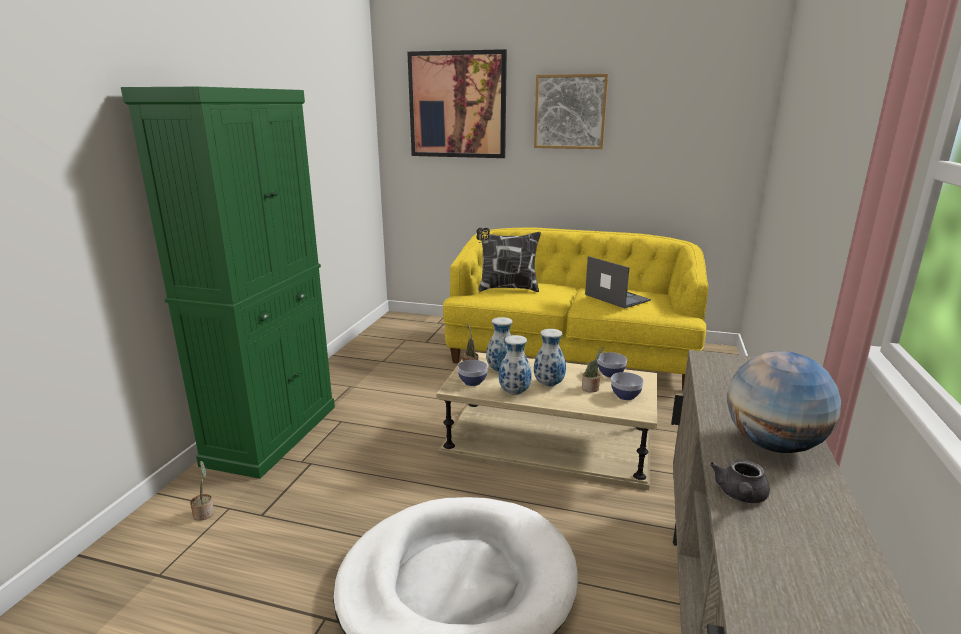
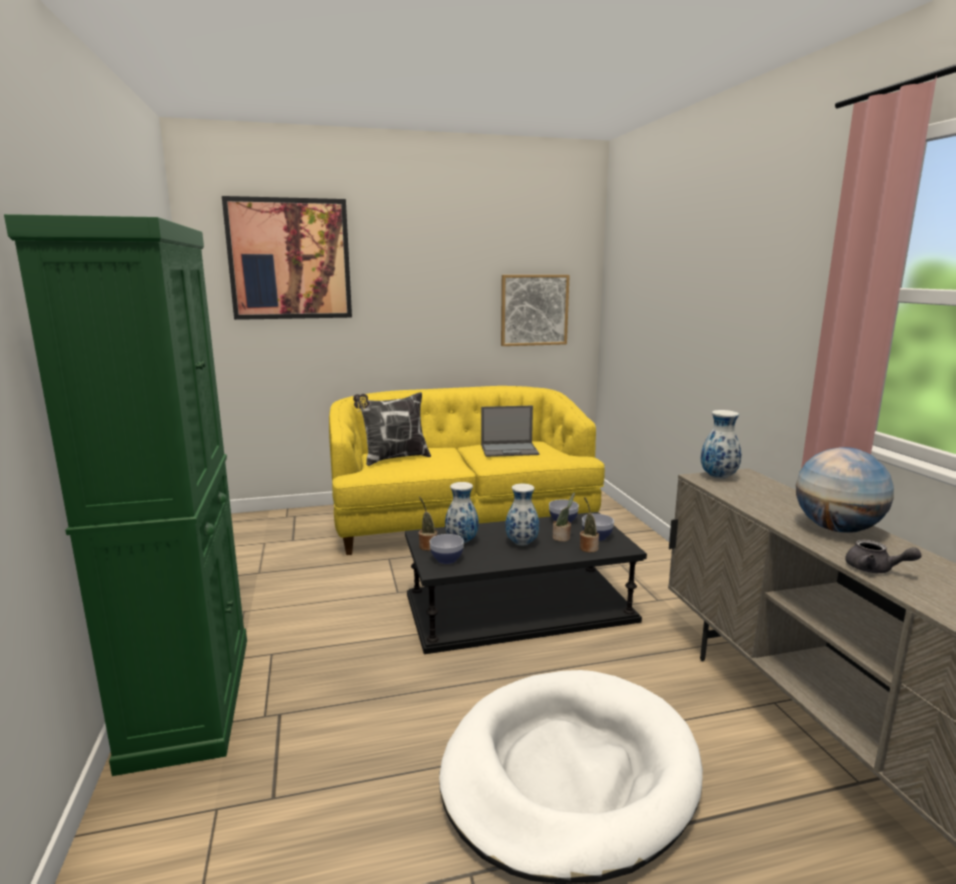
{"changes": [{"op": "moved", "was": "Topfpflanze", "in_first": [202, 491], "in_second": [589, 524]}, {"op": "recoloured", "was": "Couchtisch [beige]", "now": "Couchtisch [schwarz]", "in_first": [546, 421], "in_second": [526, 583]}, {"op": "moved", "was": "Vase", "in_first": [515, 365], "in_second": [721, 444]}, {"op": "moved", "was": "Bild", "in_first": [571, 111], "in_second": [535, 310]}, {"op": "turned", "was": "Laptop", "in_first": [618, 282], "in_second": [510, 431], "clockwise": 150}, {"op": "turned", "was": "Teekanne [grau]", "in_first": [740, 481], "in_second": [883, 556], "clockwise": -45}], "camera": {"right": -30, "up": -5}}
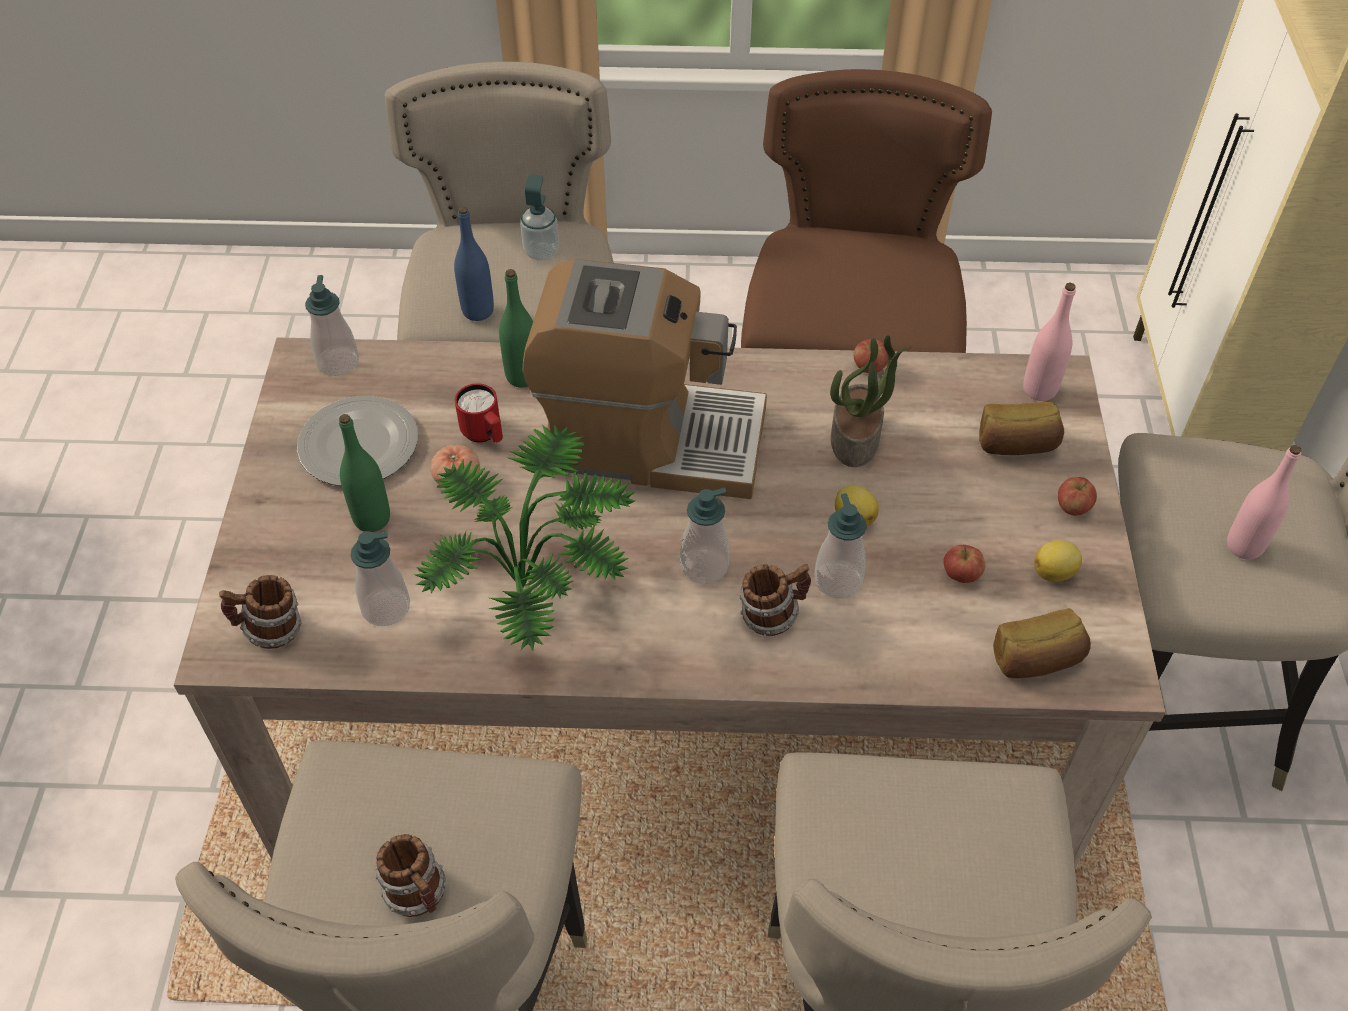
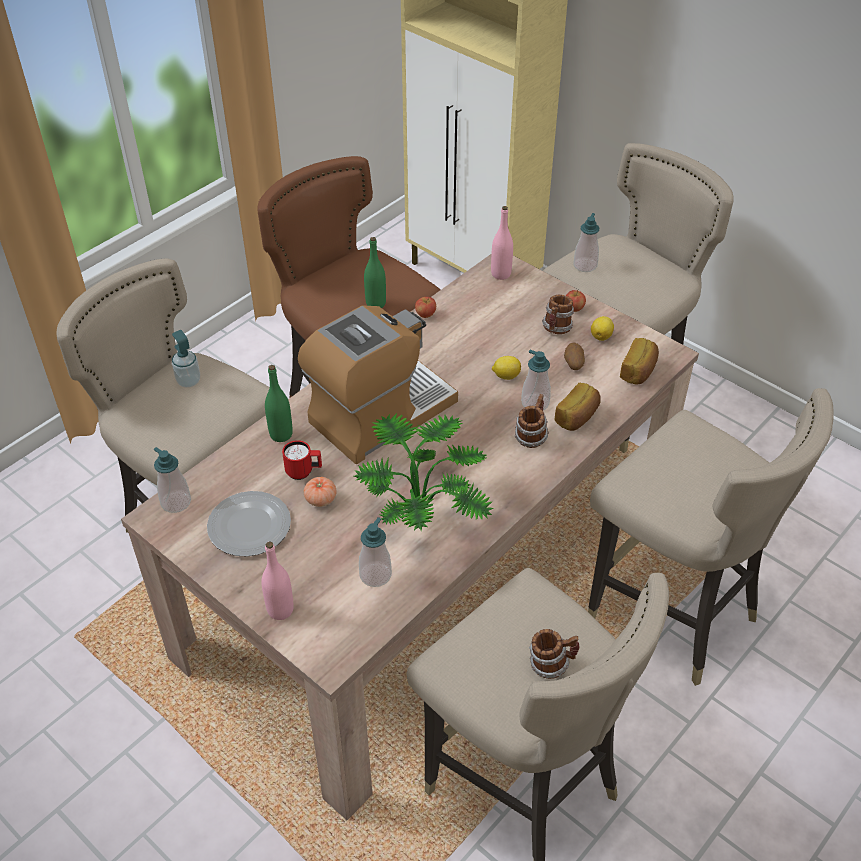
{"changes": [{"op": "moved", "was": "Henkelbecher", "in_first": [260, 612], "in_second": [558, 314]}, {"op": "moved", "was": "Flasche [grün]", "in_first": [364, 473], "in_second": [375, 272]}, {"op": "removed", "was": "Flasche [blau]", "in_first": [474, 264]}, {"op": "moved", "was": "Seifenspender", "in_first": [704, 536], "in_second": [586, 242]}, {"op": "removed", "was": "Topfpflanze", "in_first": [871, 401]}, {"op": "replaced", "was": "Apfel", "now": "Kartoffel", "in_first": [964, 564], "in_second": [574, 356]}, {"op": "moved", "was": "Brot", "in_first": [1021, 428], "in_second": [578, 407]}, {"op": "moved", "was": "Flasche [rosa]", "in_first": [1264, 502], "in_second": [277, 581]}], "camera": {"right": -50, "up": -5}}
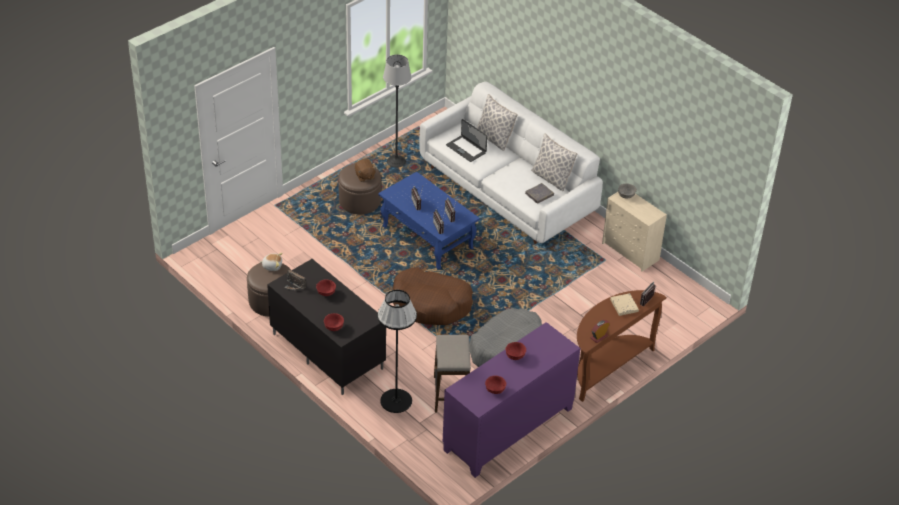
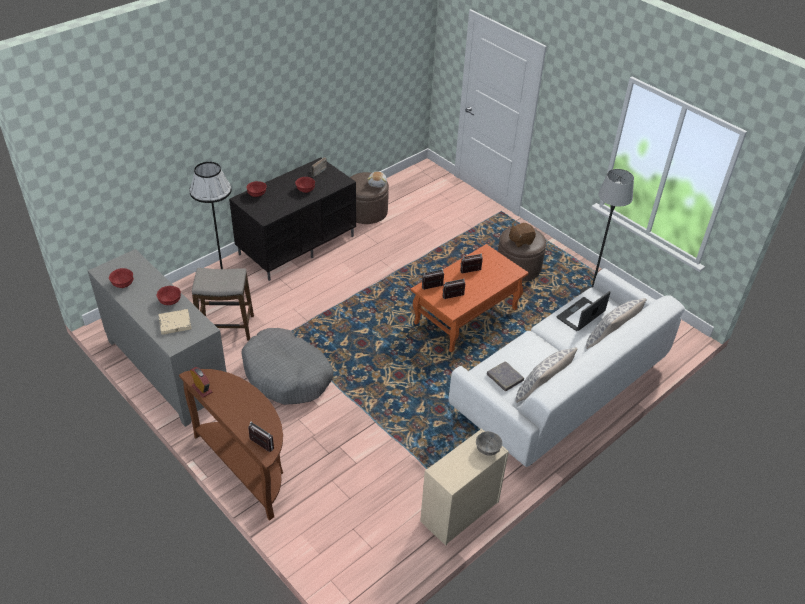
{"changes": [{"op": "recoloured", "was": "Couchtisch [blau]", "now": "Couchtisch [orange]", "in_first": [429, 221], "in_second": [470, 298]}, {"op": "removed", "was": "Hundebett [braun]", "in_first": [433, 296]}, {"op": "recoloured", "was": "Schrank [lila]", "now": "Schrank [grau]", "in_first": [511, 400], "in_second": [157, 338]}, {"op": "moved", "was": "Buch [beige]", "in_first": [624, 304], "in_second": [174, 322]}], "camera": {"right": 90, "up": 0}}
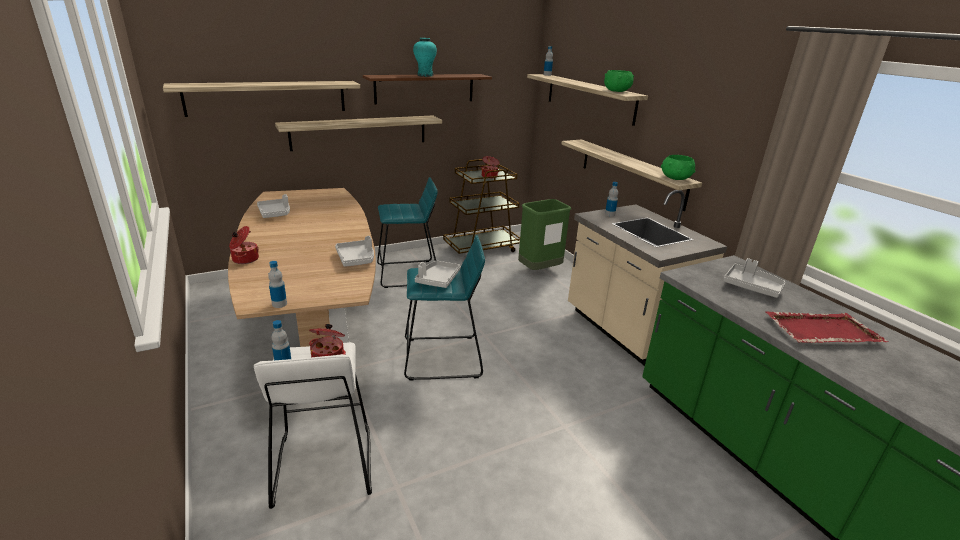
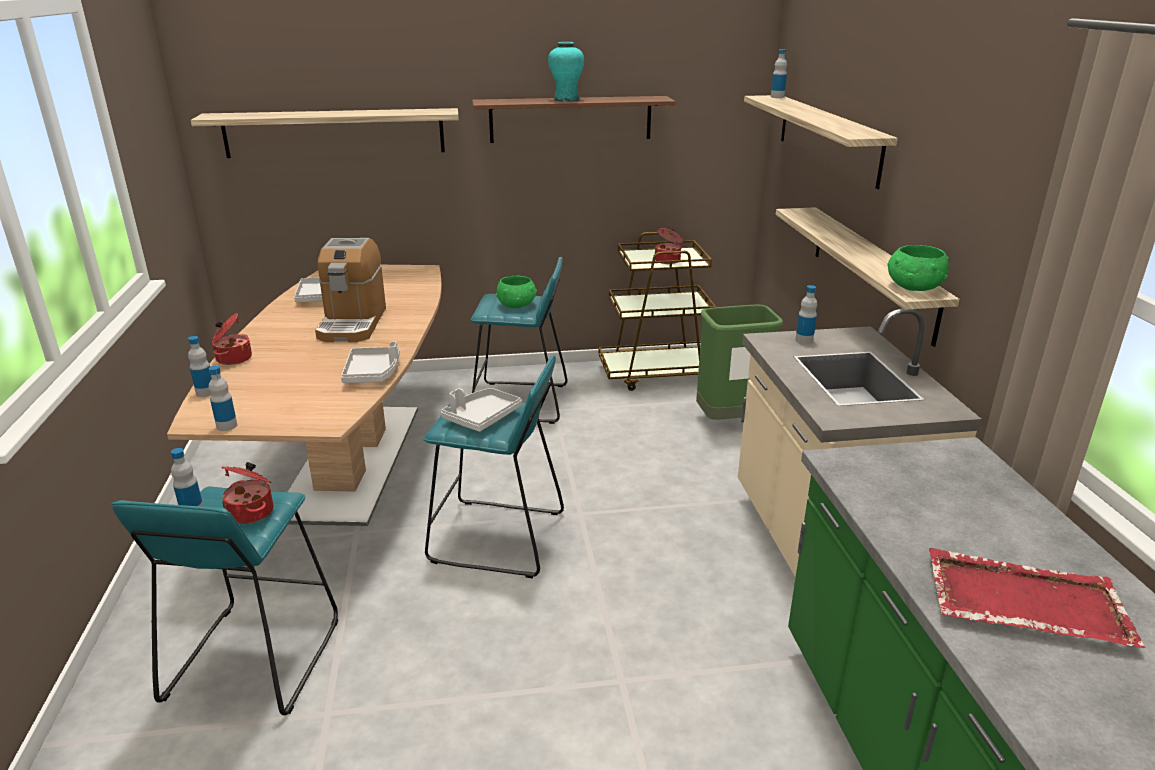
{"changes": [{"op": "recoloured", "was": "Hocker [weiß]", "now": "Hocker [türkis]", "in_first": [313, 425], "in_second": [224, 600]}, {"op": "removed", "was": "Wandregal", "in_first": [358, 133]}, {"op": "moved", "was": "Schüssel [grün]", "in_first": [619, 81], "in_second": [516, 292]}, {"op": "removed", "was": "Tablett [grau]", "in_first": [754, 278]}, {"op": "added", "now": "Flasche", "in_second": [200, 366]}, {"op": "added", "now": "Kaffeemaschine", "in_second": [350, 290]}], "camera": {"right": 20, "up": 0}}
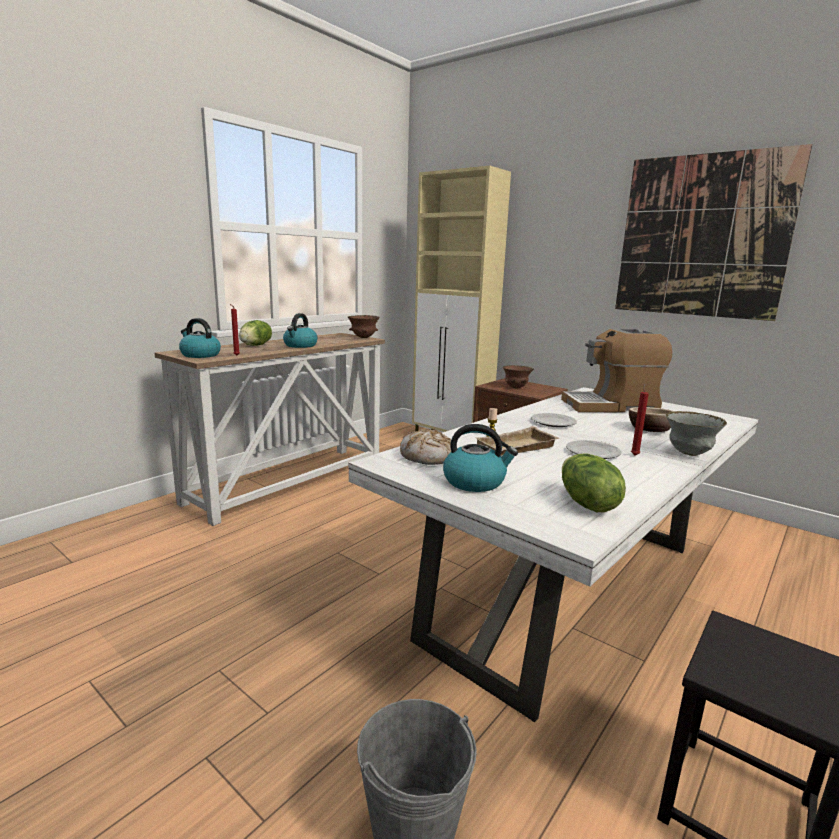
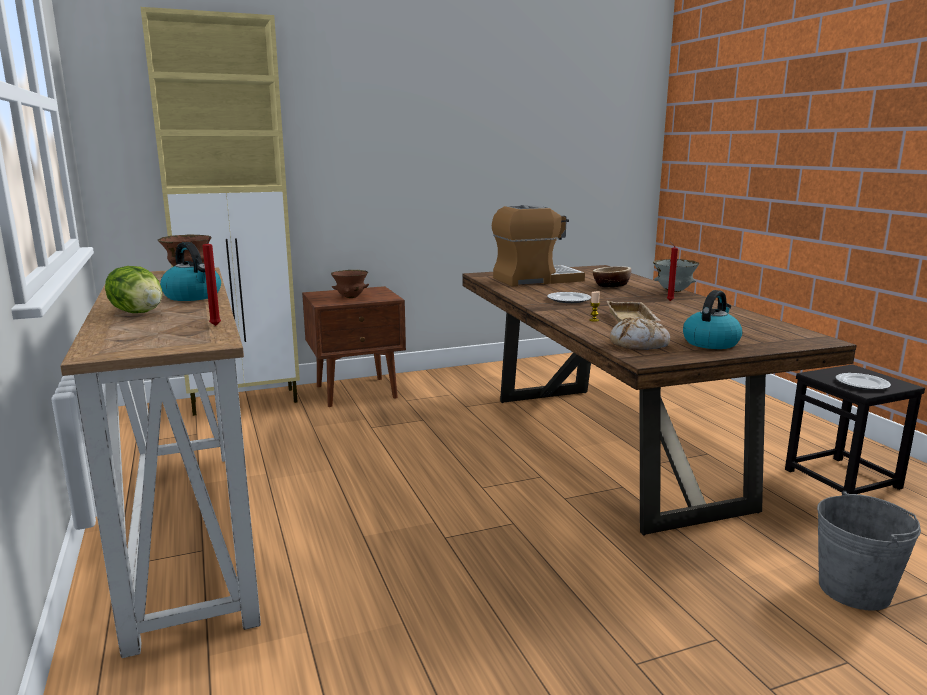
{"changes": [{"op": "removed", "was": "Wasserkessel", "in_first": [200, 338]}, {"op": "recoloured", "was": "Esstisch [weiß]", "now": "Esstisch [braun]", "in_first": [553, 554], "in_second": [659, 400]}, {"op": "turned", "was": "Kaffeemaschine", "in_first": [616, 370], "in_second": [538, 246], "clockwise": -135}, {"op": "removed", "was": "Salatkopf", "in_first": [594, 482]}, {"op": "moved", "was": "Teller", "in_first": [593, 449], "in_second": [863, 381]}, {"op": "removed", "was": "Bild", "in_first": [713, 232]}], "camera": {"right": -60, "up": 0}}
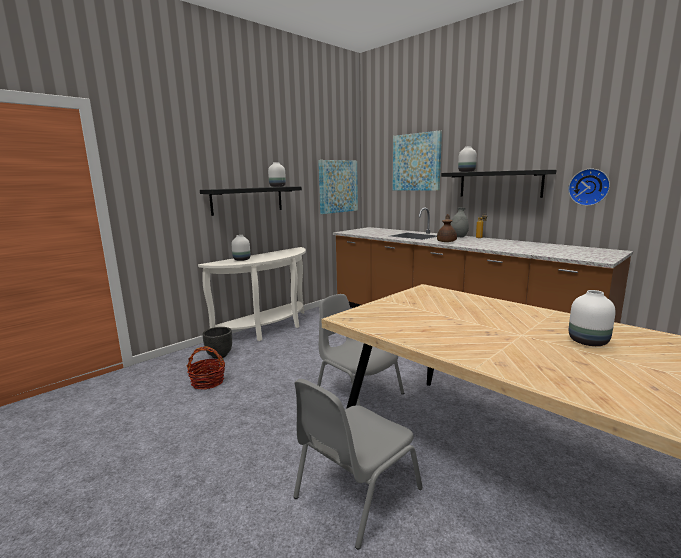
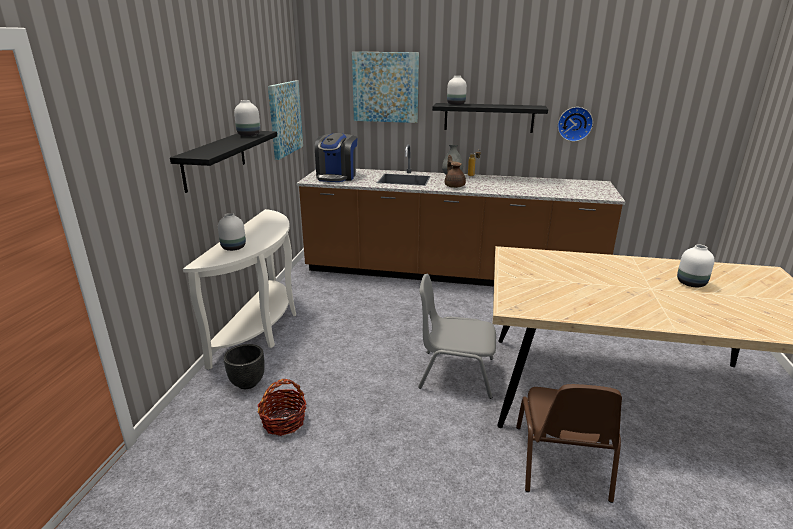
{"changes": [{"op": "recoloured", "was": "Stuhl [grau]", "now": "Stuhl [braun]", "in_first": [358, 464], "in_second": [569, 443]}, {"op": "added", "now": "Kaffeemaschine", "in_second": [336, 157]}], "camera": {"right": -35, "up": 10}}
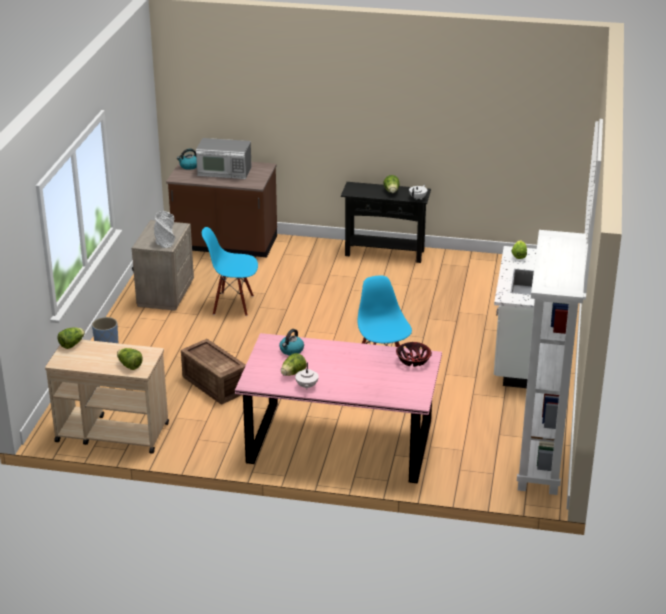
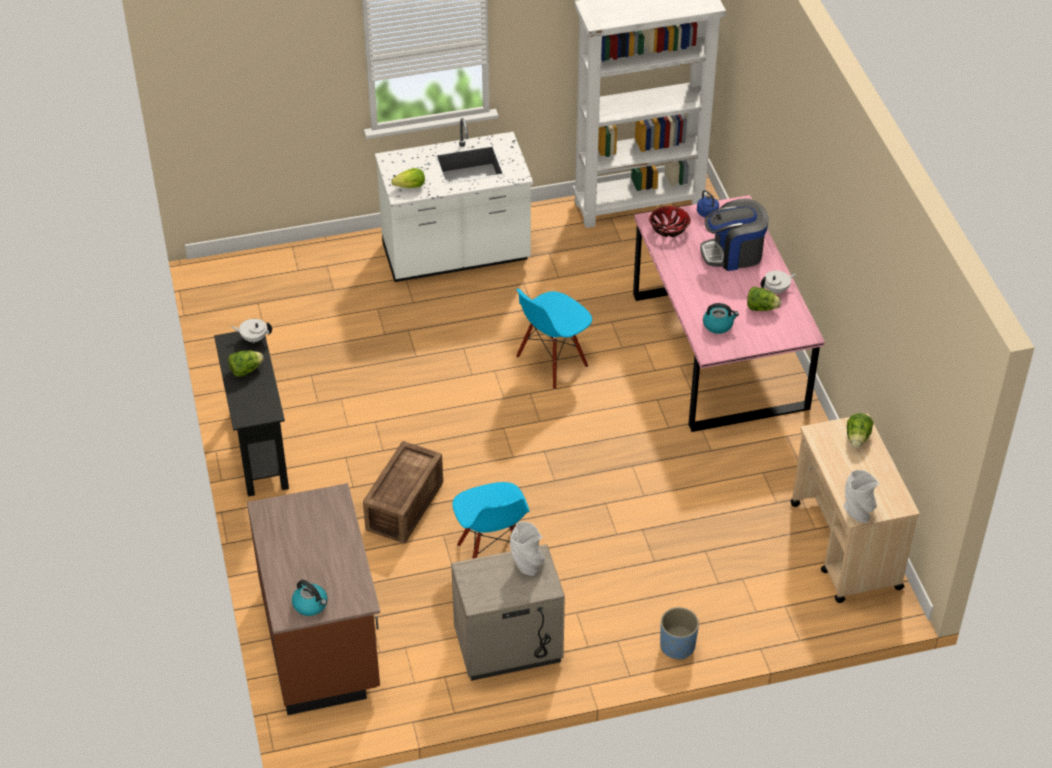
{"changes": [{"op": "replaced", "was": "Salatkopf", "now": "Vase [grau]", "in_first": [71, 338], "in_second": [861, 496]}, {"op": "moved", "was": "Kiste", "in_first": [213, 372], "in_second": [403, 492]}, {"op": "removed", "was": "Mikrowelle", "in_first": [224, 158]}, {"op": "added", "now": "Wasserkessel [blau]", "in_second": [708, 204]}, {"op": "added", "now": "Kaffeemaschine", "in_second": [734, 234]}], "camera": {"right": -115, "up": 15}}
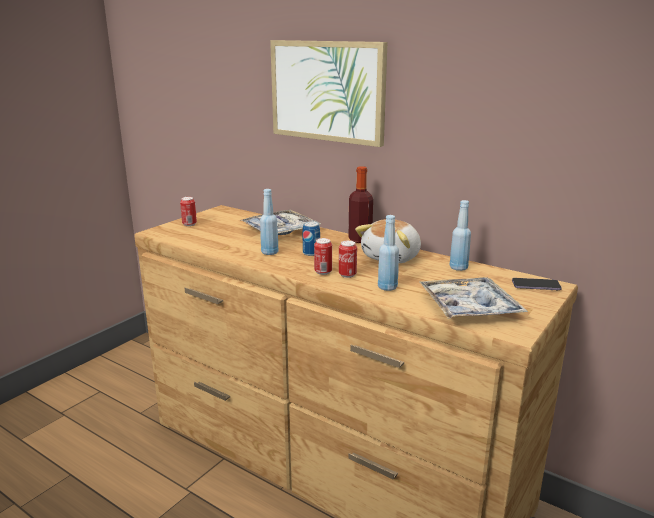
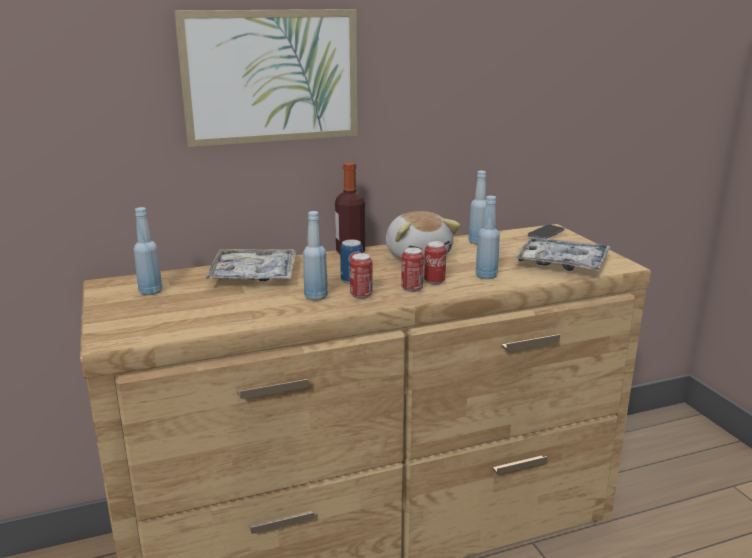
{"changes": [{"op": "moved", "was": "Dose", "in_first": [188, 211], "in_second": [361, 276]}, {"op": "added", "now": "Flasche [blau]", "in_second": [148, 251]}], "camera": {"right": -55, "up": 0}}
